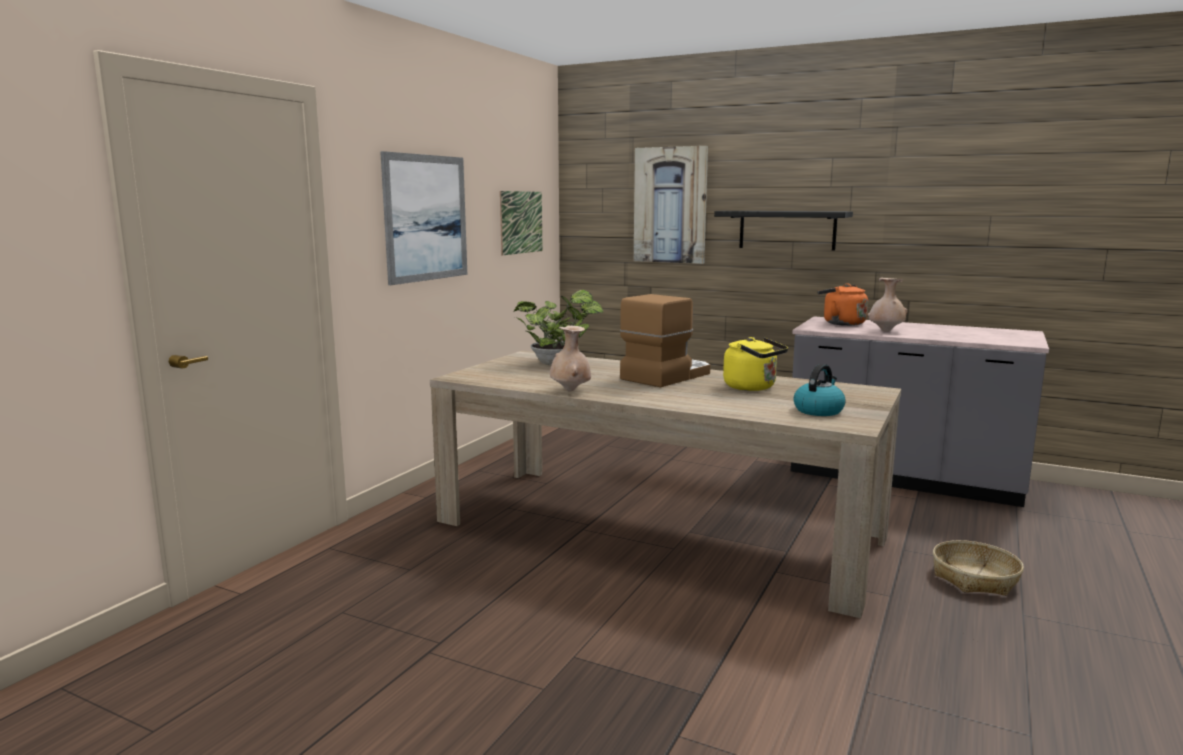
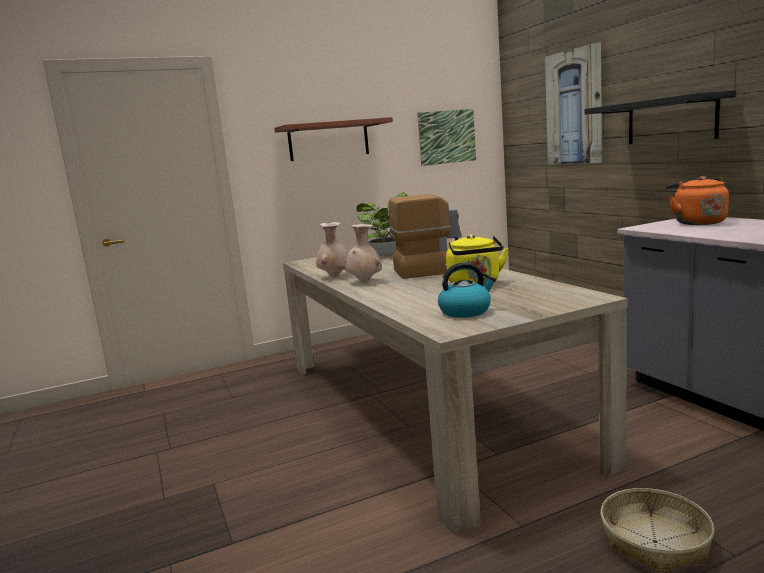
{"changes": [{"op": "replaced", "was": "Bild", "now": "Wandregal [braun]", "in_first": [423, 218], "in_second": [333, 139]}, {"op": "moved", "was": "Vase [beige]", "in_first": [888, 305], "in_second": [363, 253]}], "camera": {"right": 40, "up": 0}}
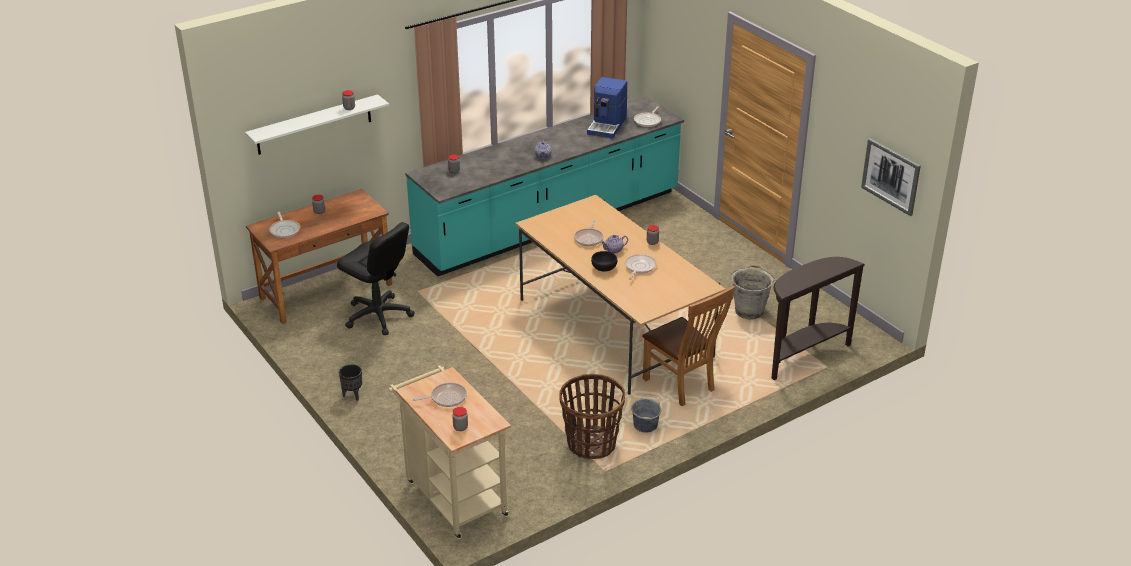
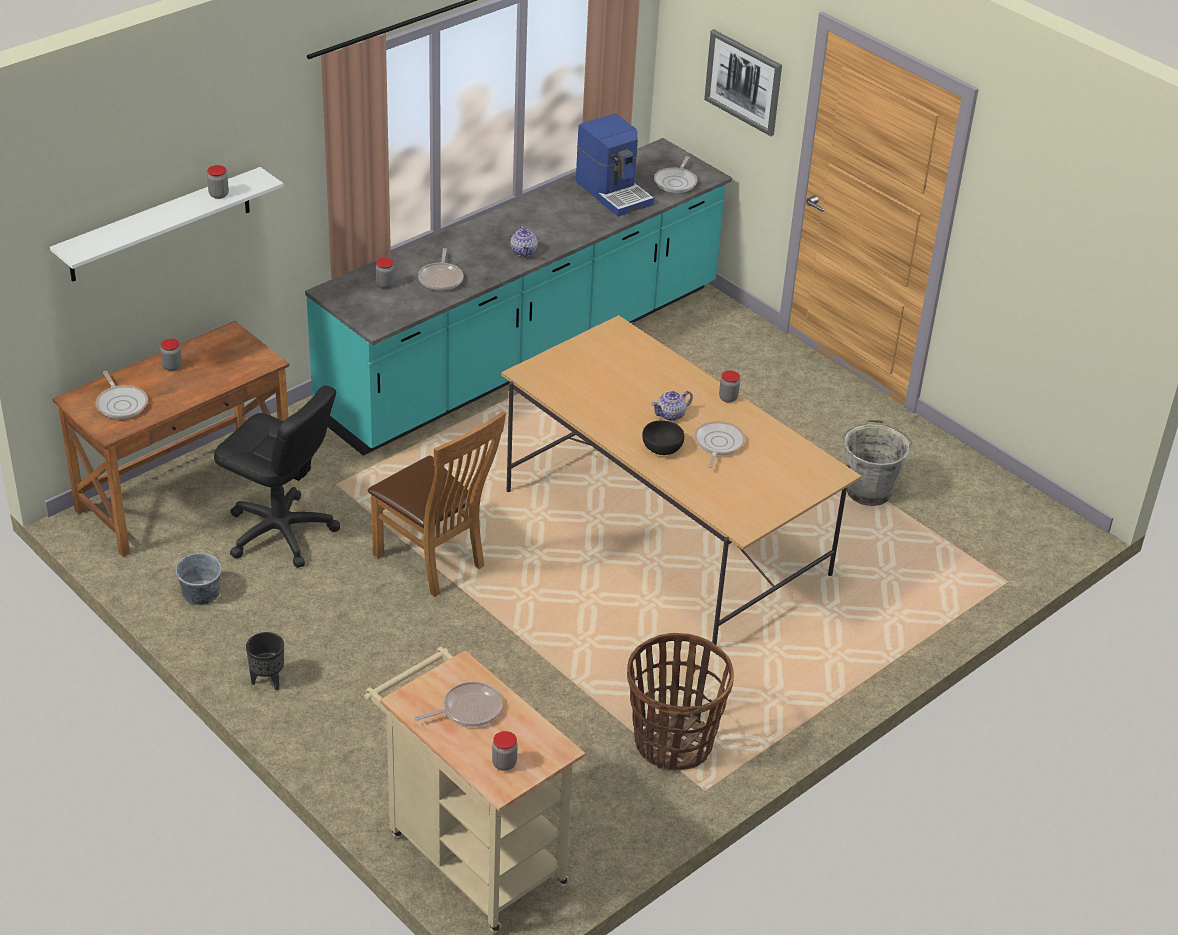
{"changes": [{"op": "moved", "was": "Pfanne", "in_first": [589, 233], "in_second": [440, 269]}, {"op": "turned", "was": "Kaffeemaschine", "in_first": [607, 107], "in_second": [615, 165], "clockwise": -45}, {"op": "moved", "was": "Eimer [grau]", "in_first": [646, 414], "in_second": [198, 576]}, {"op": "moved", "was": "Stuhl [braun]", "in_first": [688, 346], "in_second": [437, 504]}, {"op": "removed", "was": "Konsolentisch [braun]", "in_first": [818, 318]}, {"op": "moved", "was": "Bild", "in_first": [891, 177], "in_second": [743, 82]}], "camera": {"right": -10, "up": 5}}
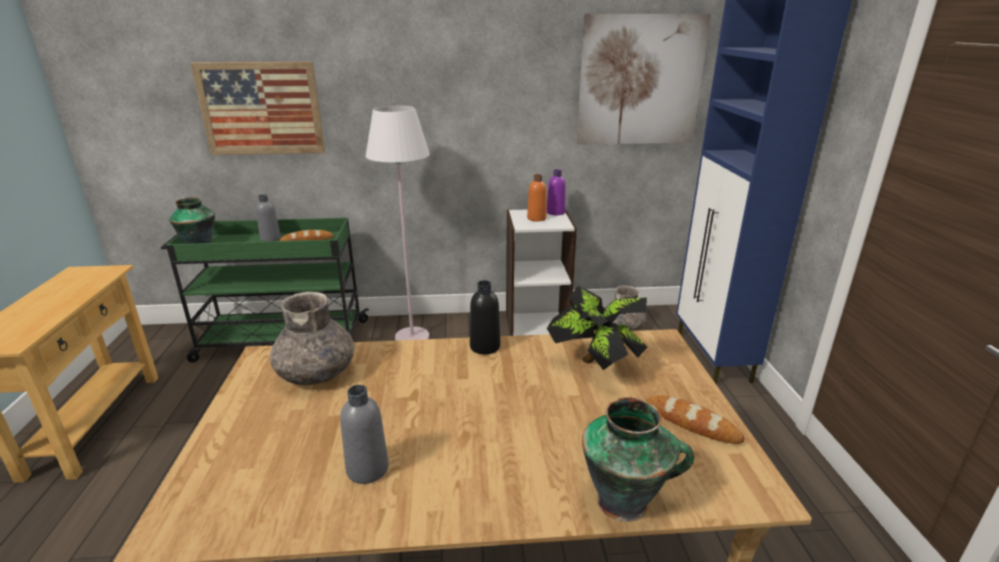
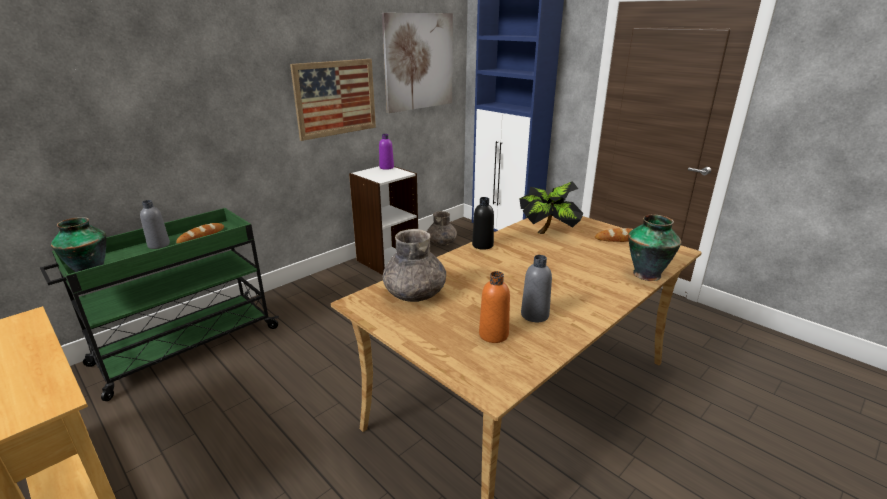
{"changes": [{"op": "moved", "was": "Bild", "in_first": [257, 108], "in_second": [333, 100]}, {"op": "removed", "was": "Stehlampe [weiß]", "in_first": [397, 223]}, {"op": "moved", "was": "Flasche [orange]", "in_first": [536, 197], "in_second": [494, 307]}], "camera": {"right": -40, "up": 0}}
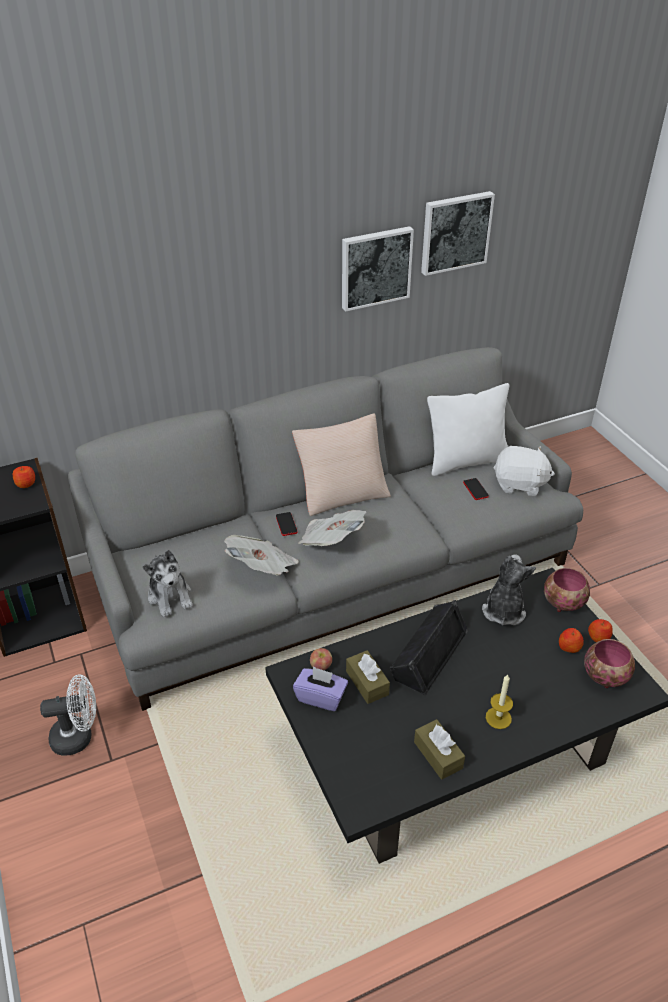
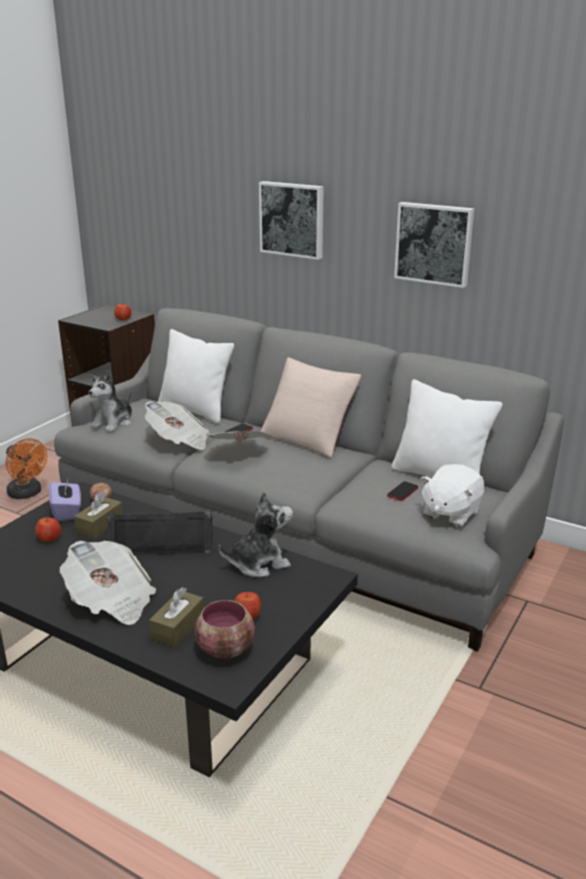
{"changes": [{"op": "recoloured", "was": "Ventilator [weiß]", "now": "Ventilator [orange]", "in_first": [68, 715], "in_second": [26, 468]}, {"op": "moved", "was": "Taschentuchbox [braun]", "in_first": [439, 749], "in_second": [176, 617]}, {"op": "moved", "was": "Bild", "in_first": [458, 233], "in_second": [291, 220]}, {"op": "replaced", "was": "Kerze", "now": "Zeitung", "in_first": [499, 701], "in_second": [108, 583]}, {"op": "turned", "was": "Plüschtier [weiß]", "in_first": [524, 471], "in_second": [452, 495], "clockwise": 60}, {"op": "removed", "was": "Schüssel", "in_first": [567, 590]}, {"op": "moved", "was": "Apfel", "in_first": [600, 630], "in_second": [48, 529]}, {"op": "added", "now": "Kissen [weiß]", "in_second": [196, 376]}], "camera": {"right": 55, "up": -15}}
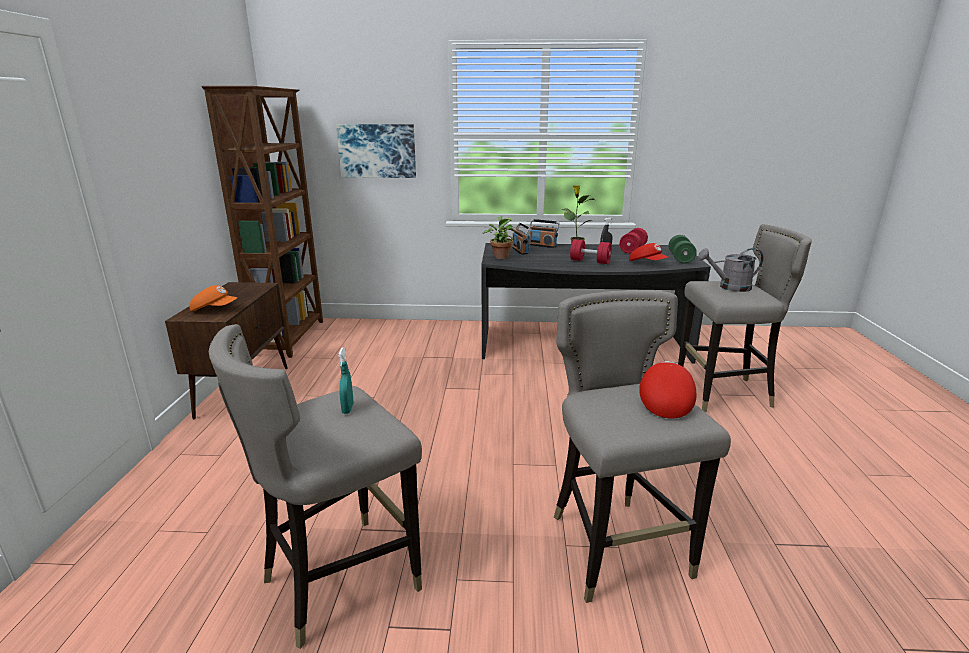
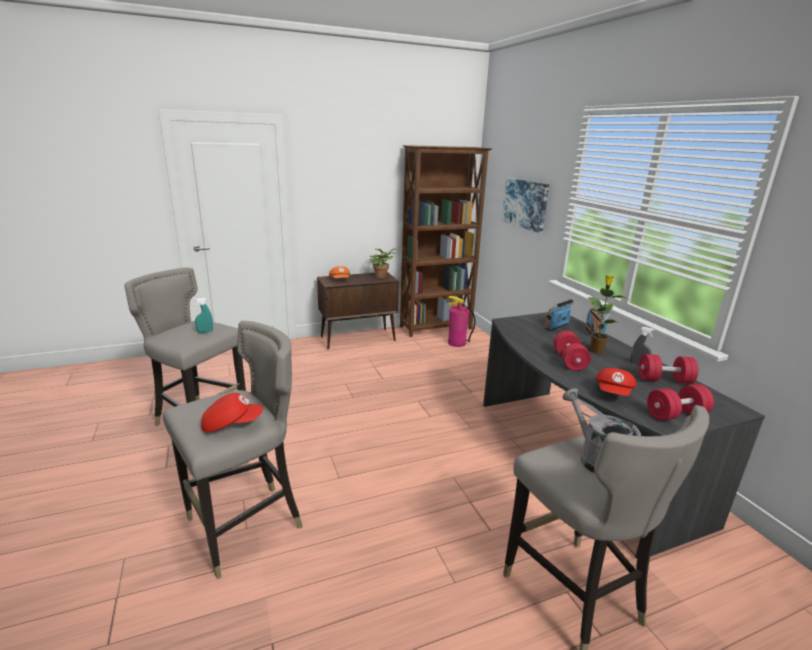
{"changes": [{"op": "moved", "was": "Topfpflanze", "in_first": [498, 237], "in_second": [383, 263]}, {"op": "recoloured", "was": "Hantel [grün]", "now": "Hantel [rot]", "in_first": [683, 249], "in_second": [680, 402]}, {"op": "added", "now": "Feuerlöscher", "in_second": [461, 321]}], "camera": {"right": 65, "up": 0}}
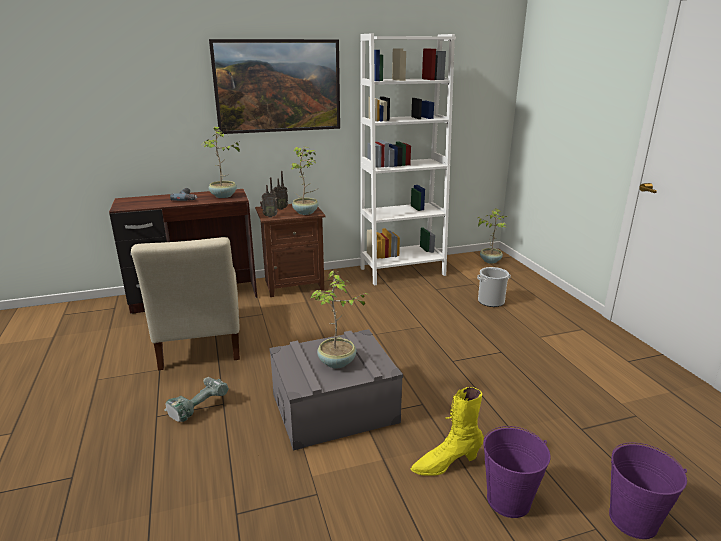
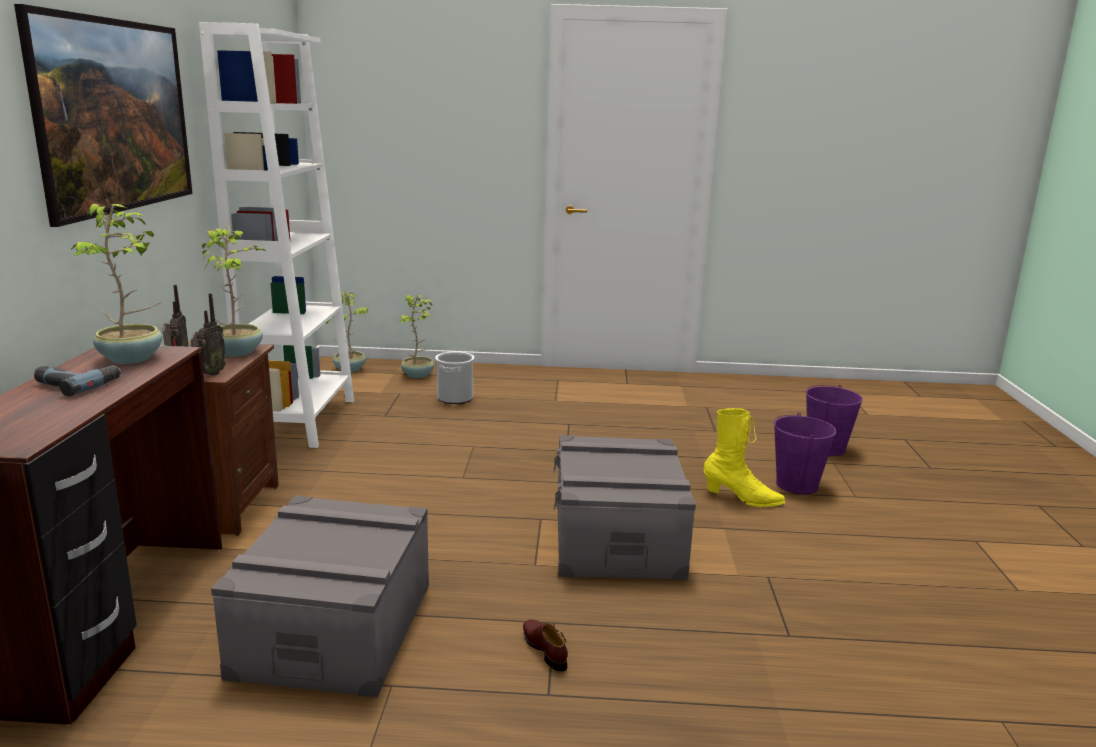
{"changes": [{"op": "replaced", "was": "Stuhl [beige]", "now": "Aufbewahrungsbox [grau]", "in_first": [185, 303], "in_second": [320, 596]}, {"op": "replaced", "was": "Bohrmaschine", "now": "Schuh [braun]", "in_first": [196, 399], "in_second": [545, 645]}, {"op": "moved", "was": "Topfpflanze", "in_first": [339, 319], "in_second": [417, 336]}, {"op": "turned", "was": "Stiefel [gelb]", "in_first": [447, 431], "in_second": [744, 457], "clockwise": -75}], "camera": {"right": -70, "up": -5}}
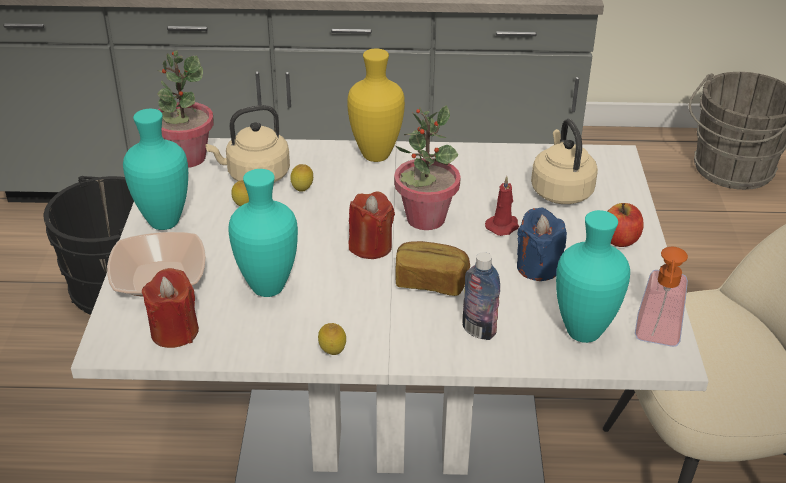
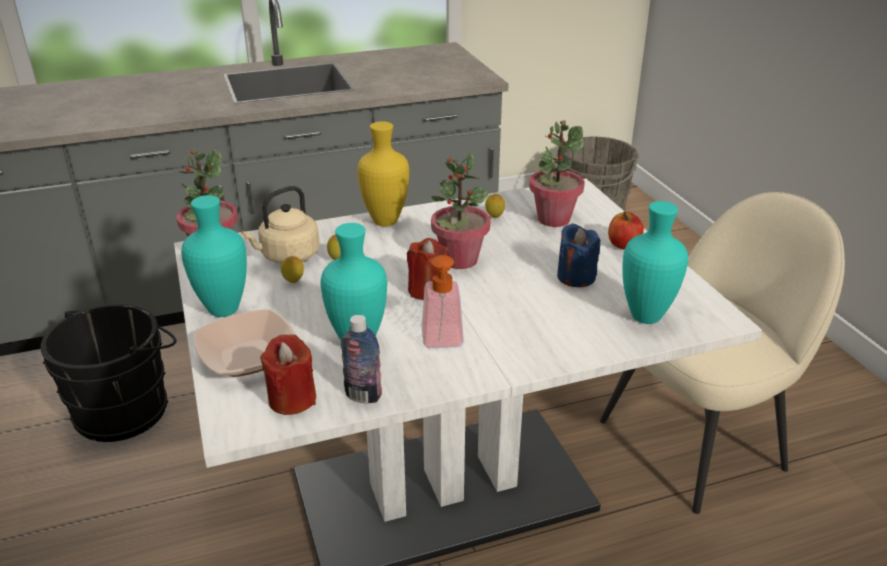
{"changes": [{"op": "moved", "was": "Zitrone", "in_first": [332, 339], "in_second": [495, 206]}, {"op": "removed", "was": "Brot", "in_first": [432, 268]}, {"op": "moved", "was": "Flasche", "in_first": [481, 296], "in_second": [361, 359]}, {"op": "removed", "was": "Kerze [rot]", "in_first": [502, 206]}, {"op": "replaced", "was": "Wasserkessel [beige]", "now": "Topfpflanze", "in_first": [564, 161], "in_second": [557, 173]}, {"op": "moved", "was": "Seifenspender", "in_first": [661, 296], "in_second": [443, 301]}], "camera": {"right": -20, "up": -5}}
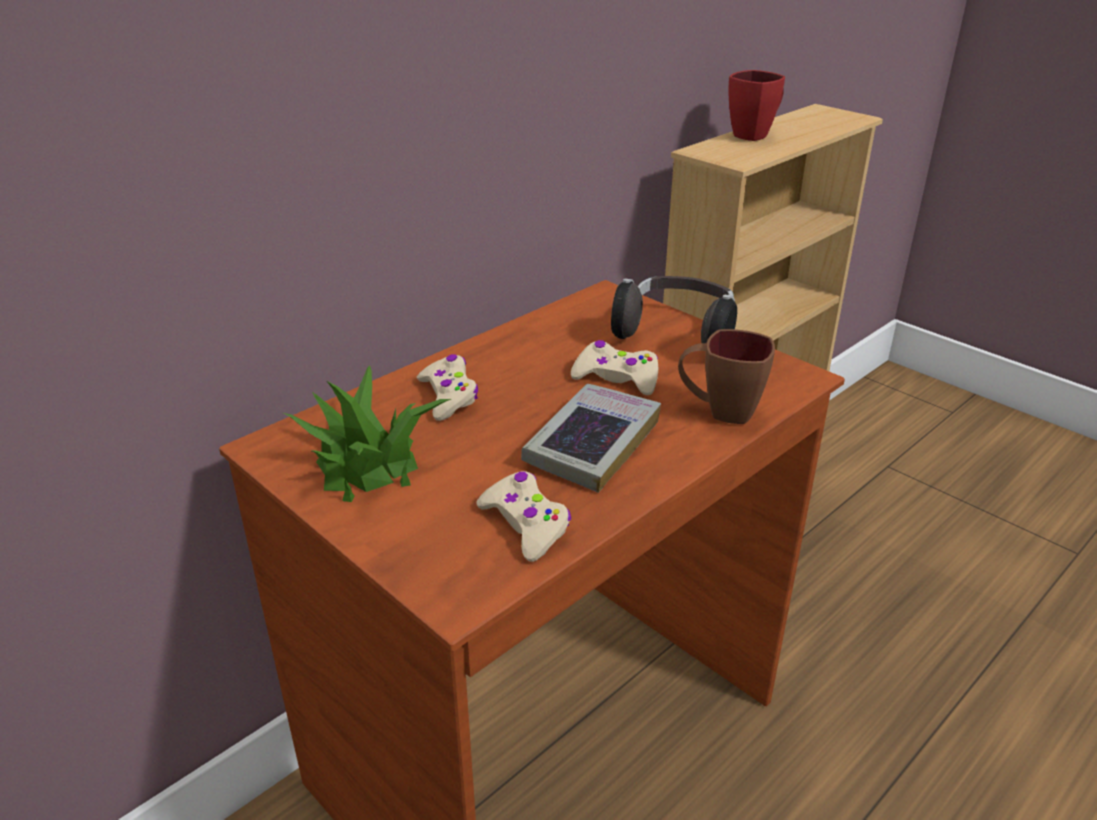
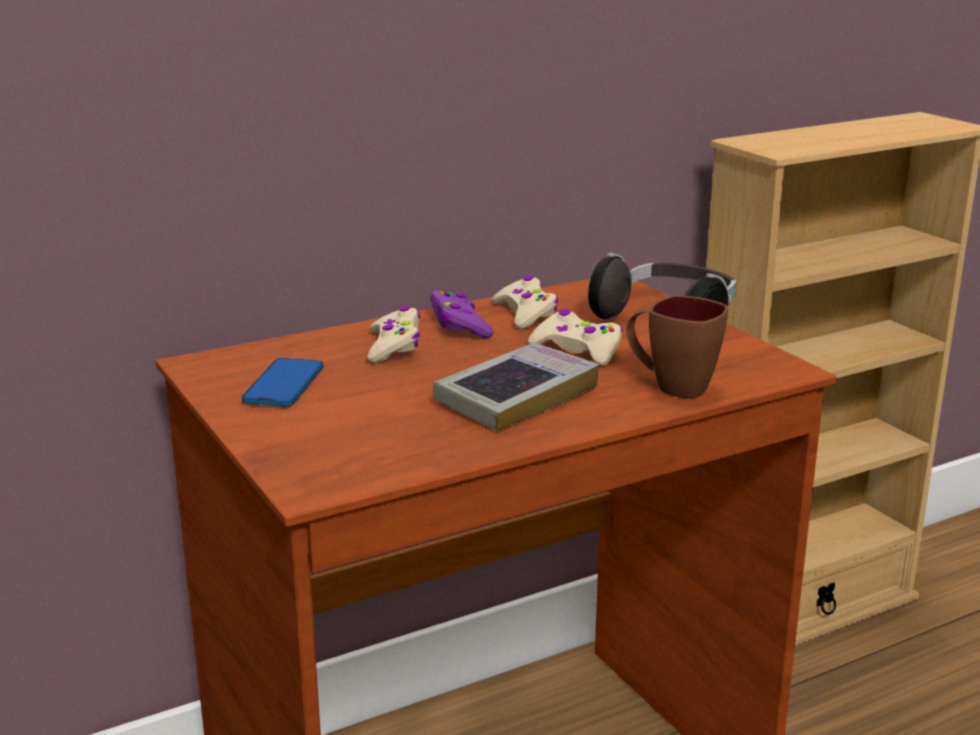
{"changes": [{"op": "replaced", "was": "Topfpflanze", "now": "Handy", "in_first": [366, 433], "in_second": [283, 382]}, {"op": "moved", "was": "Gamepad [beige]", "in_first": [523, 516], "in_second": [525, 302]}, {"op": "removed", "was": "Henkelbecher [rot]", "in_first": [756, 105]}, {"op": "added", "now": "Gamepad [lila]", "in_second": [461, 314]}], "camera": {"right": 15, "up": -10}}
